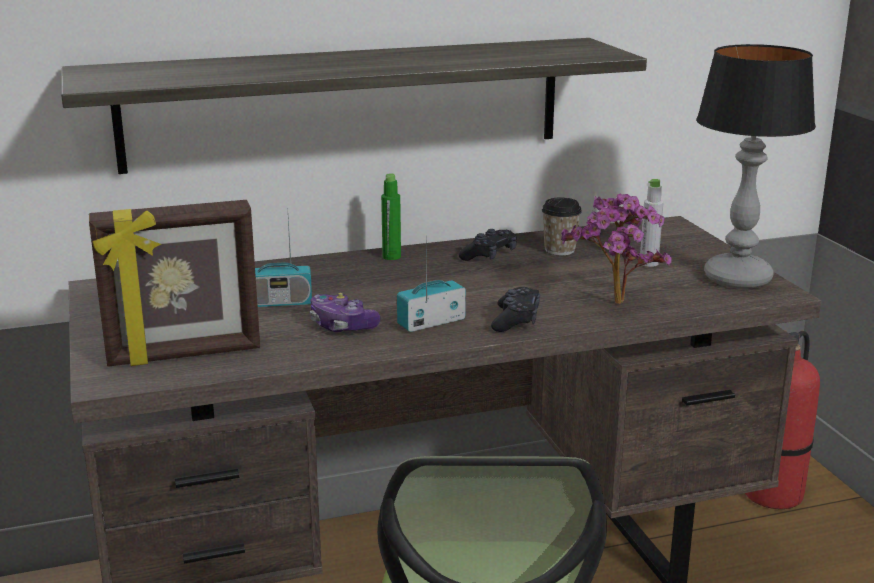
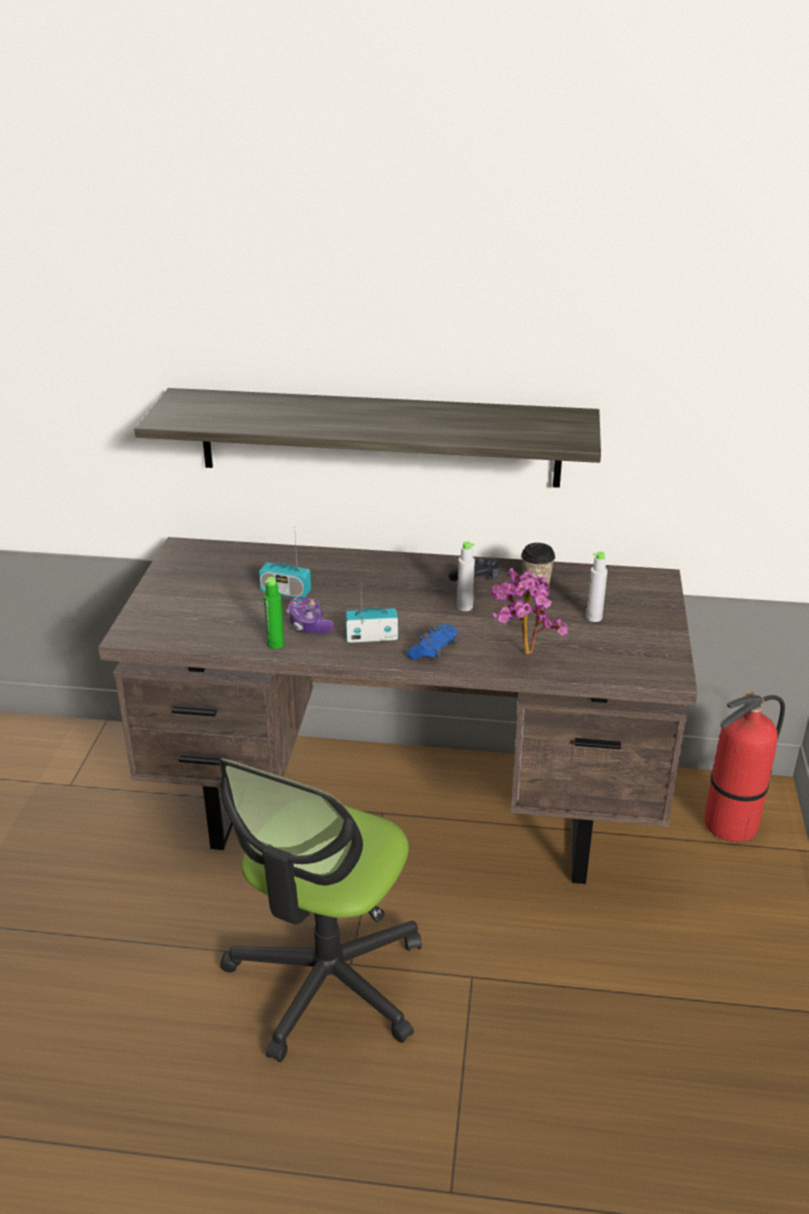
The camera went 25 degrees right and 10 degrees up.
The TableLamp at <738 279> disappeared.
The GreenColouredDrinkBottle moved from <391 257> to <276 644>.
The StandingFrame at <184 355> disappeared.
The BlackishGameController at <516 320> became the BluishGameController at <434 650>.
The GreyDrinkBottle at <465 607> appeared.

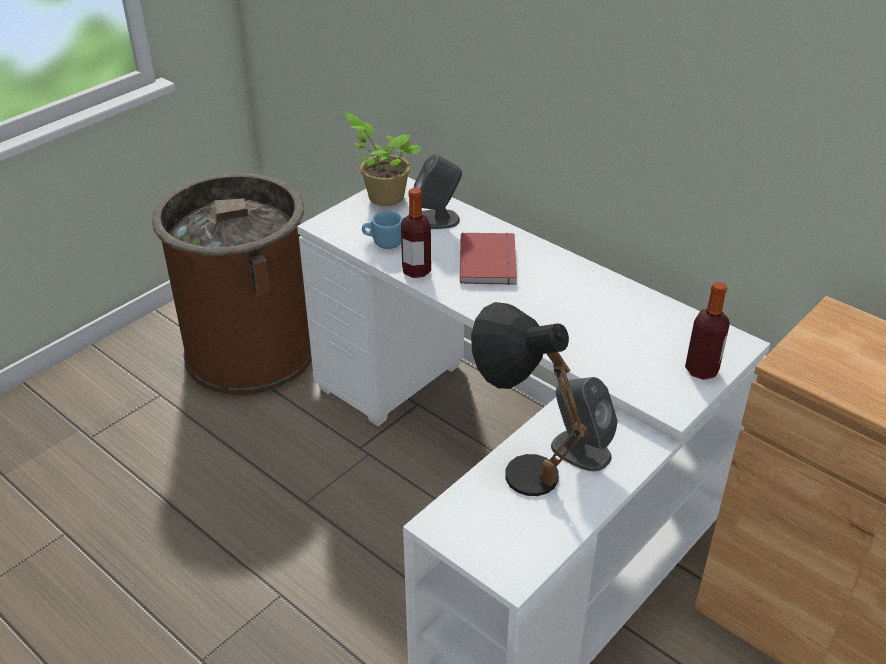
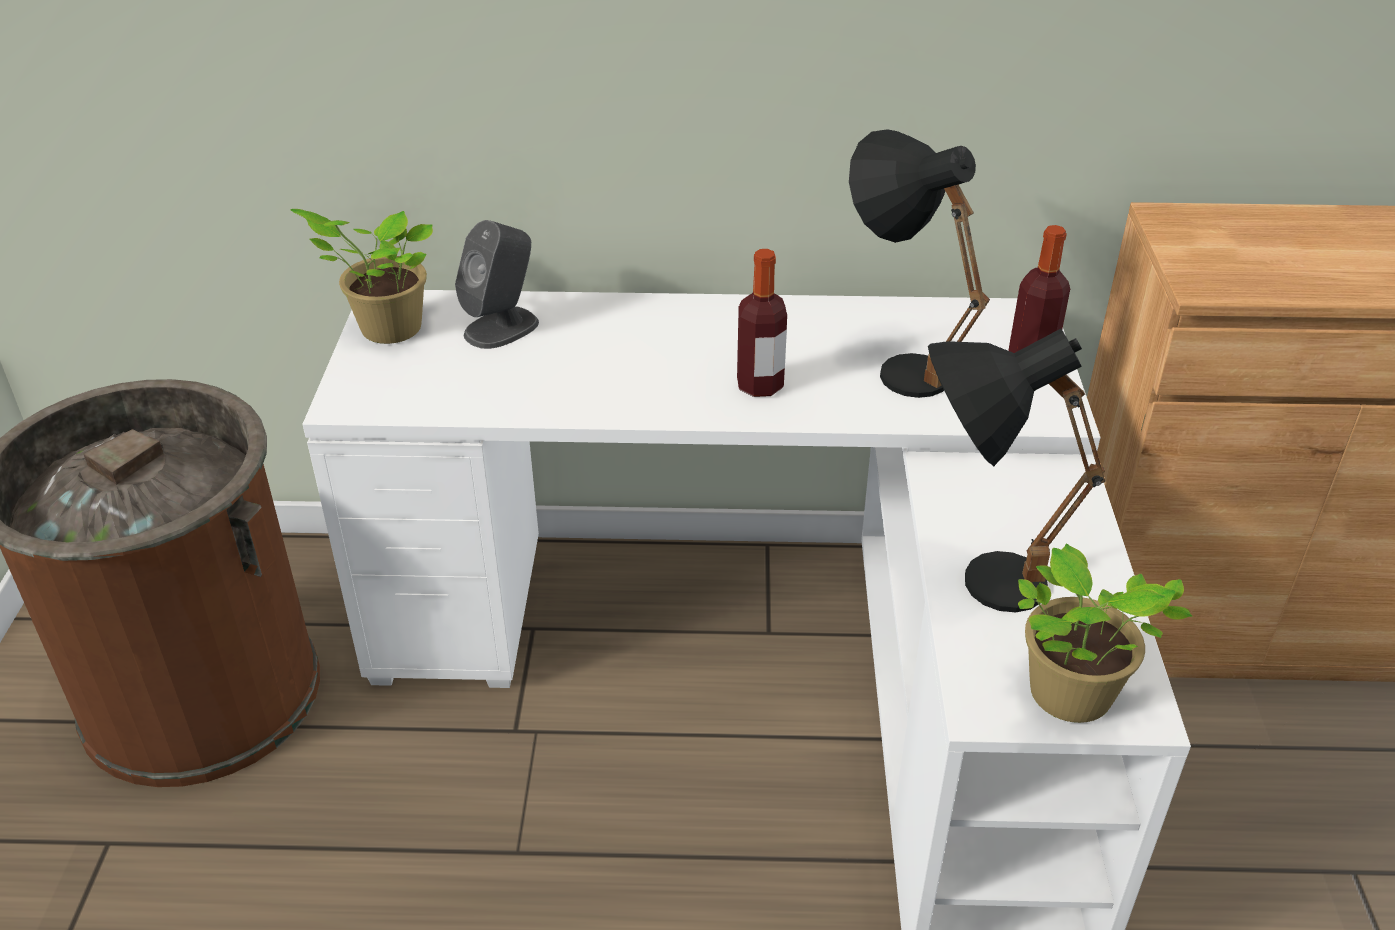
The camera went 40 degrees left and 0 degrees up.
The DrinkBottle moved from <416 271> to <760 385>.
The BluishMug at <383 242> disappeared.
The RedColouredBoundBook at <490 261> disappeared.
The GreyLoudspeaker at <580 450> disappeared.
The BlackishTableLamp at <897 364> appeared.
The PlantInAPot at <1069 698> appeared.

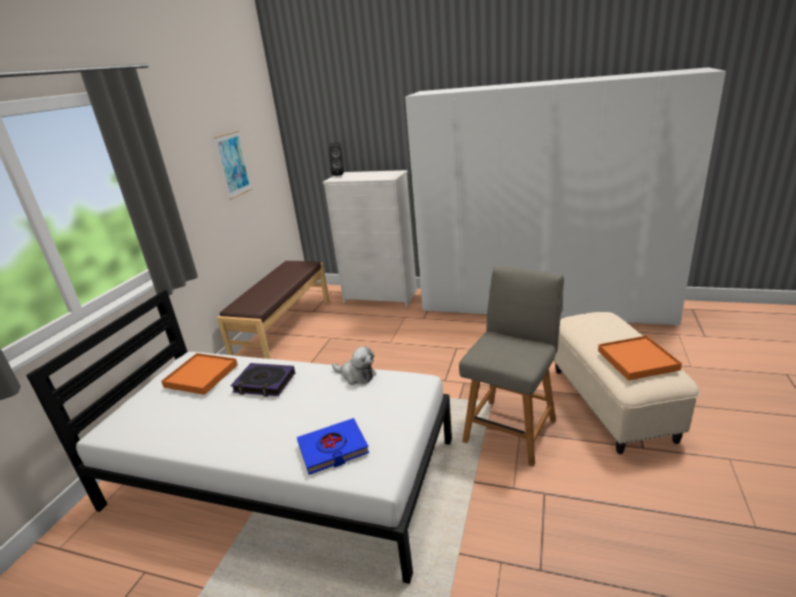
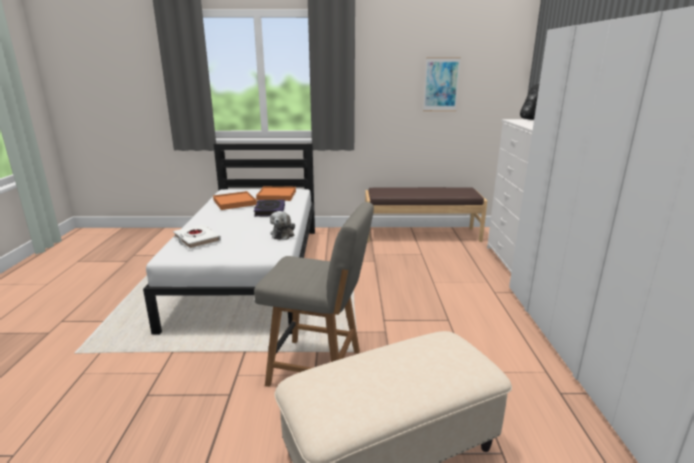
The camera went 70 degrees right and 5 degrees down.
The OrangeColouredServingTray moved from <637 360> to <234 202>.
The BluishBoundBook at <333 449> became the WhiteBoundBook at <196 240>.

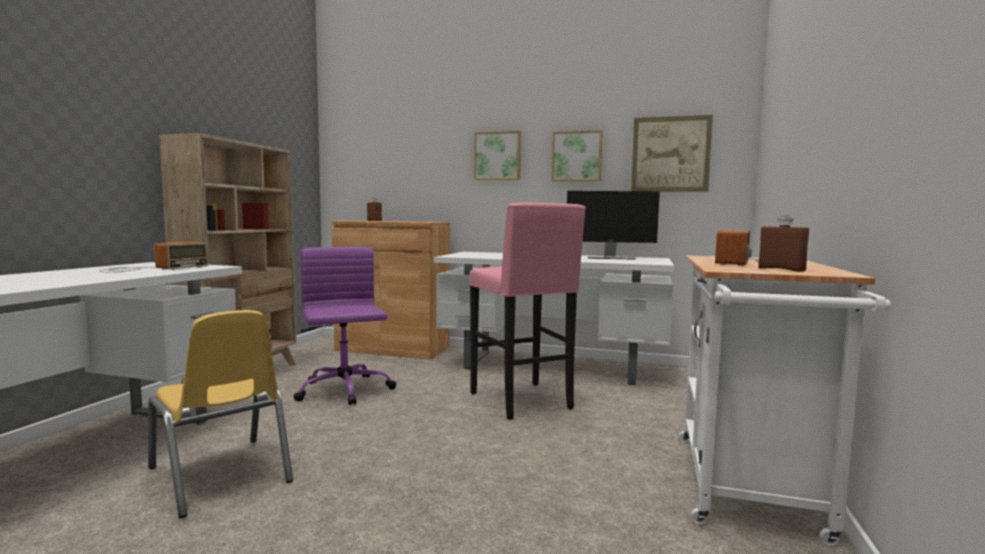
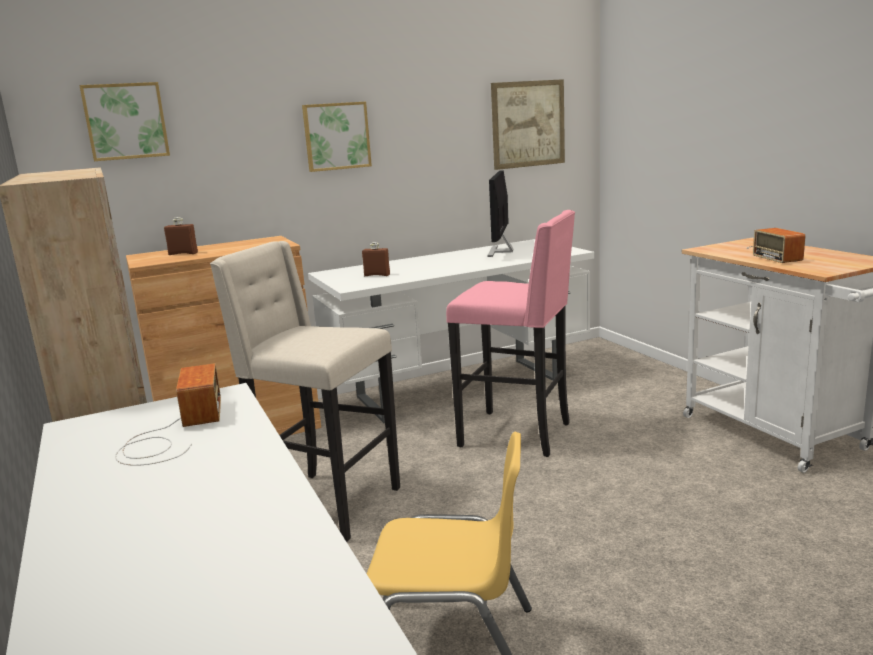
The camera went 40 degrees left and 10 degrees up.
The Picture moved from <577 156> to <125 121>.
The Monitor at <610 258> turned 135 degrees clockwise.
The BrownColouredDrinkBottle moved from <781 269> to <377 275>.
The PurpleOfficeChair at <344 390> was replaced by the BeigeColouredSittingStool at <326 504>.

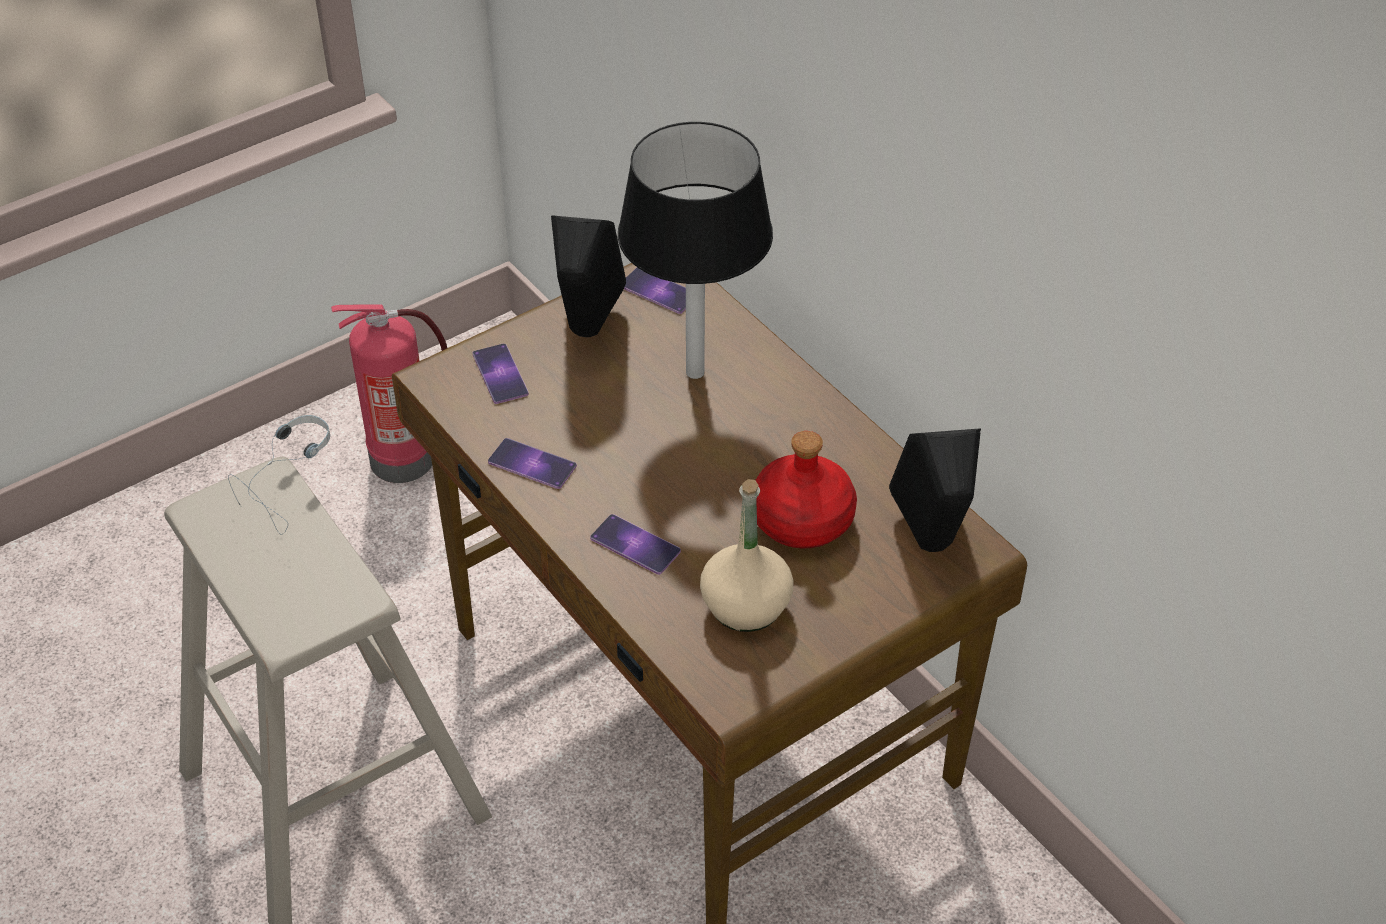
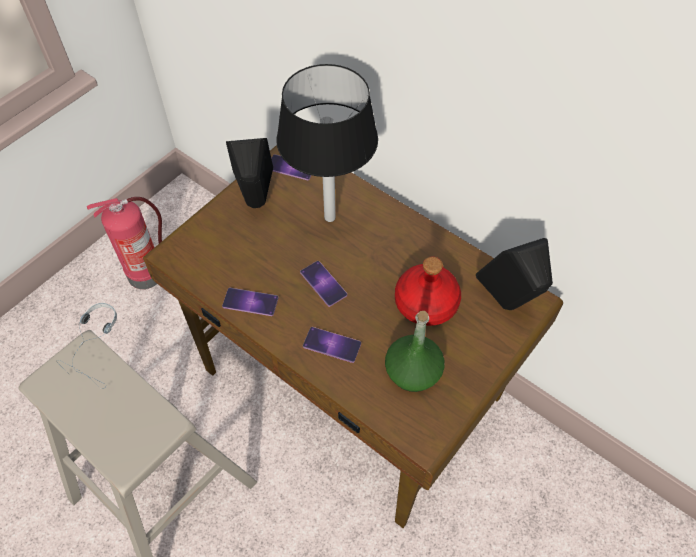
The camera went 15 degrees left and 10 degrees up.
The Telephone moved from <500 374> to <323 283>.
The BeigeColouredDrinkBottle at <746 606> became the GreenColouredDrinkBottle at <413 372>.

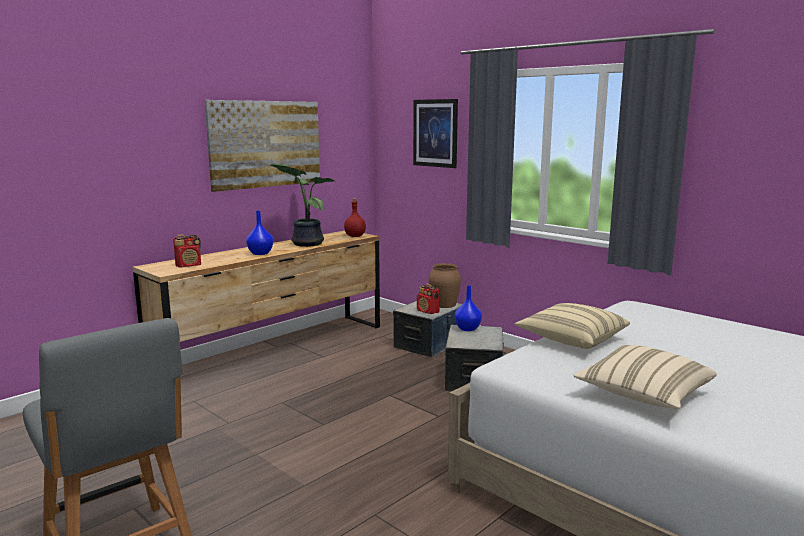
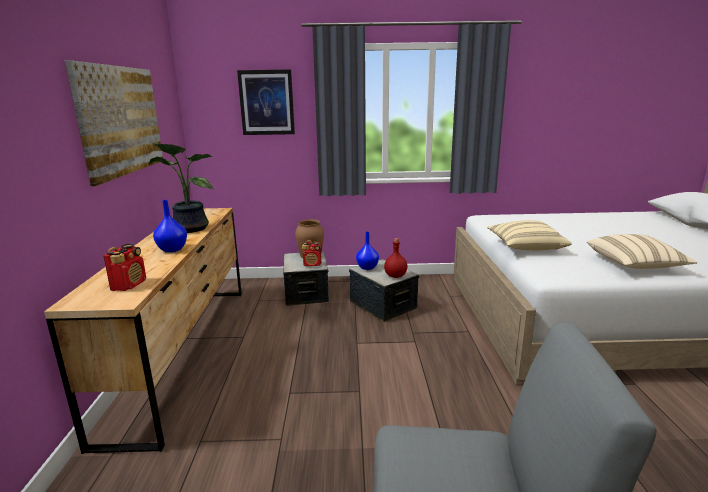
The camera went 45 degrees left and 5 degrees up.
The RedColouredDrinkBottle moved from <355 236> to <395 276>.

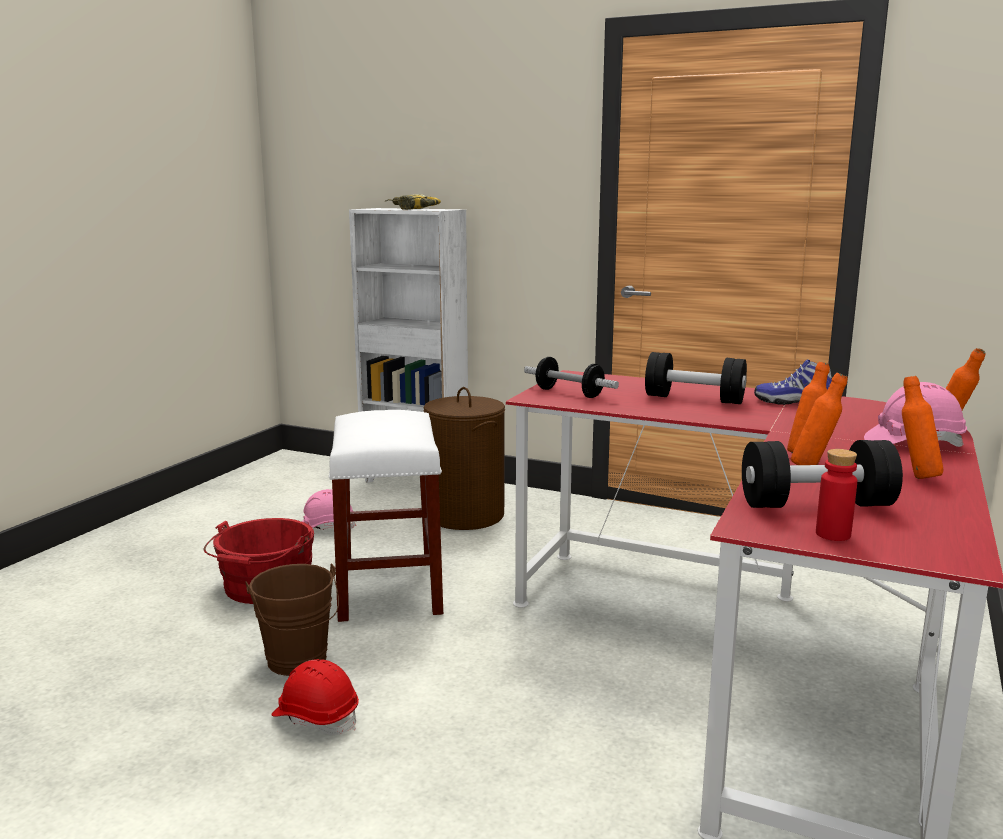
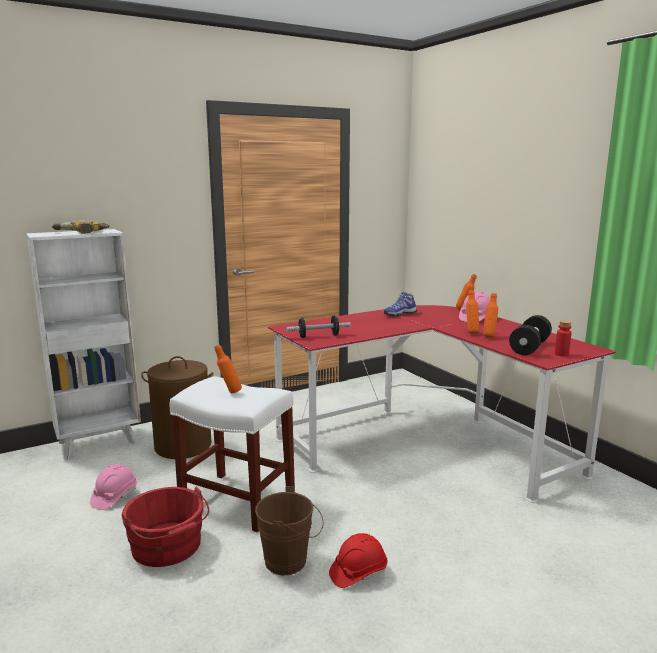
The camera went 55 degrees left and 0 degrees up.
The BlackishFreeWeight at <694 399> disappeared.
The OrangeColouredDrinkBottle moved from <915 476> to <229 392>.

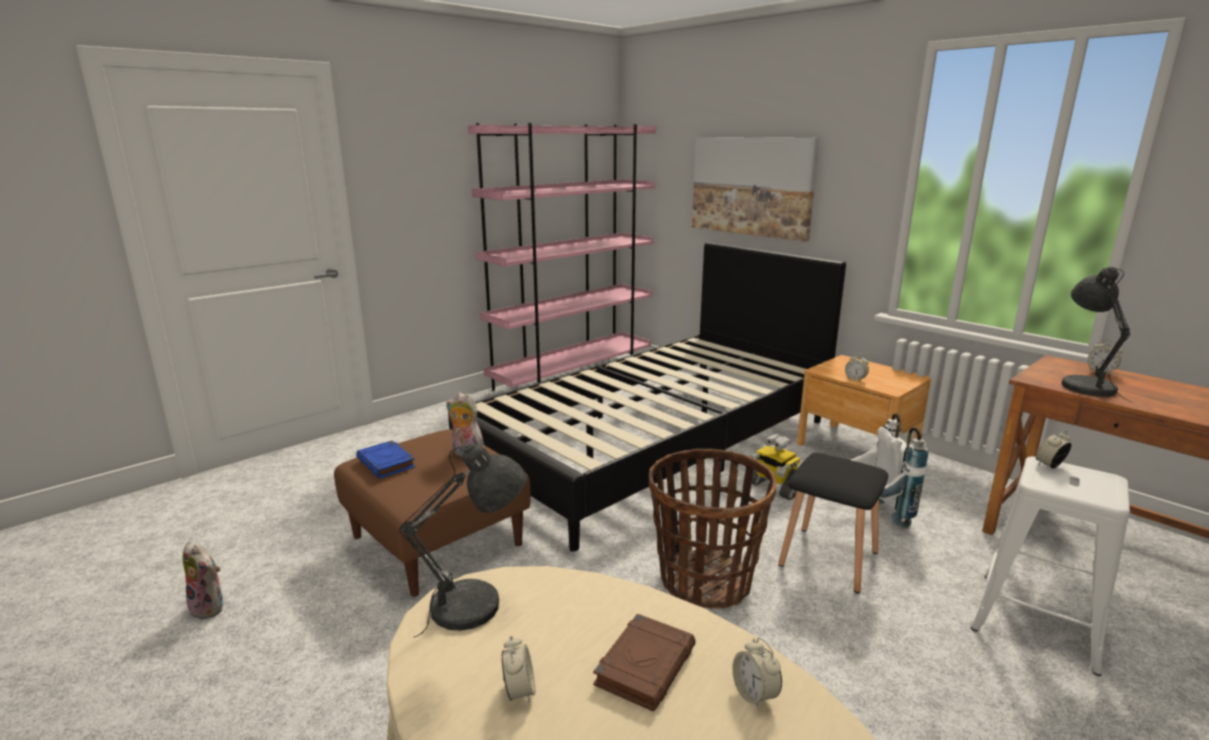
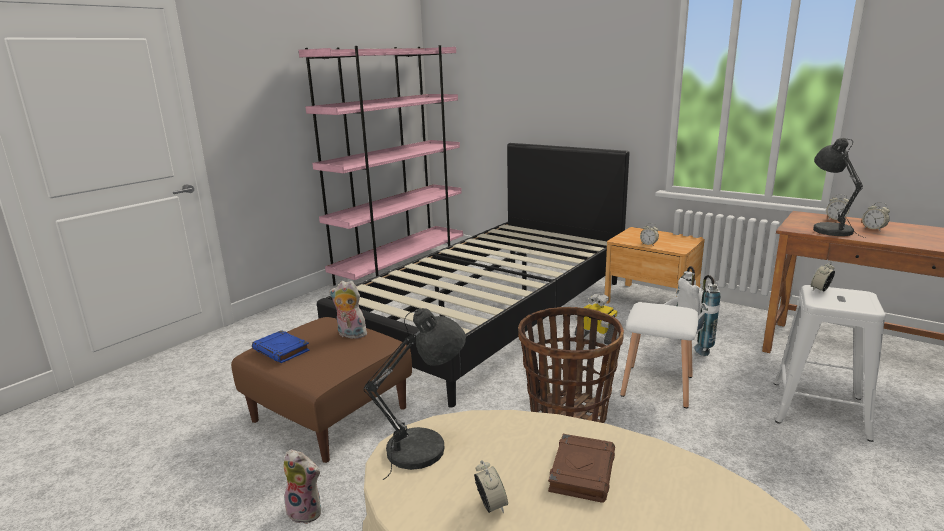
The camera went 10 degrees left and 0 degrees up.
The Picture at <752 186> disappeared.
The BlackishSittingStool at <829 559> became the WhiteSittingStool at <657 386>.
The PlushToy moved from <210 607> to <307 511>.
The AlarmClock moved from <754 694> to <873 229>.

